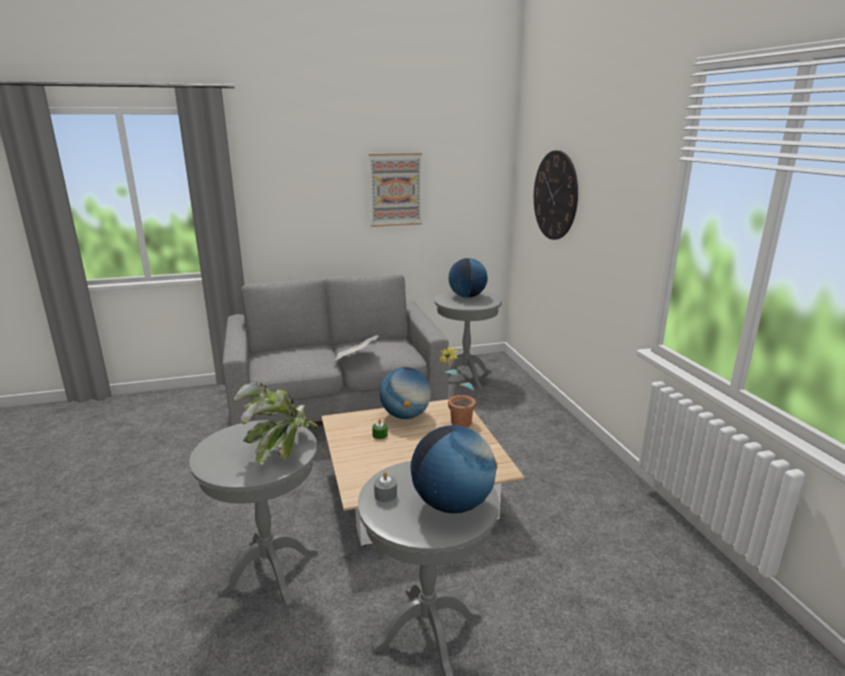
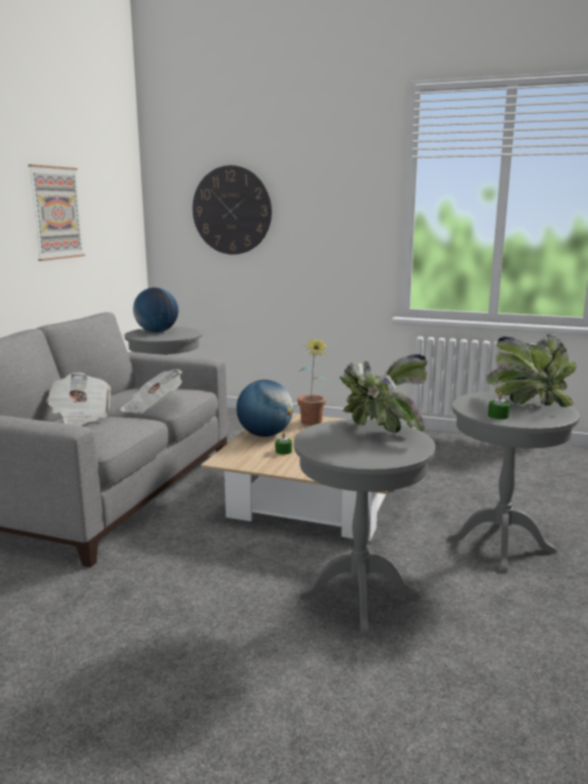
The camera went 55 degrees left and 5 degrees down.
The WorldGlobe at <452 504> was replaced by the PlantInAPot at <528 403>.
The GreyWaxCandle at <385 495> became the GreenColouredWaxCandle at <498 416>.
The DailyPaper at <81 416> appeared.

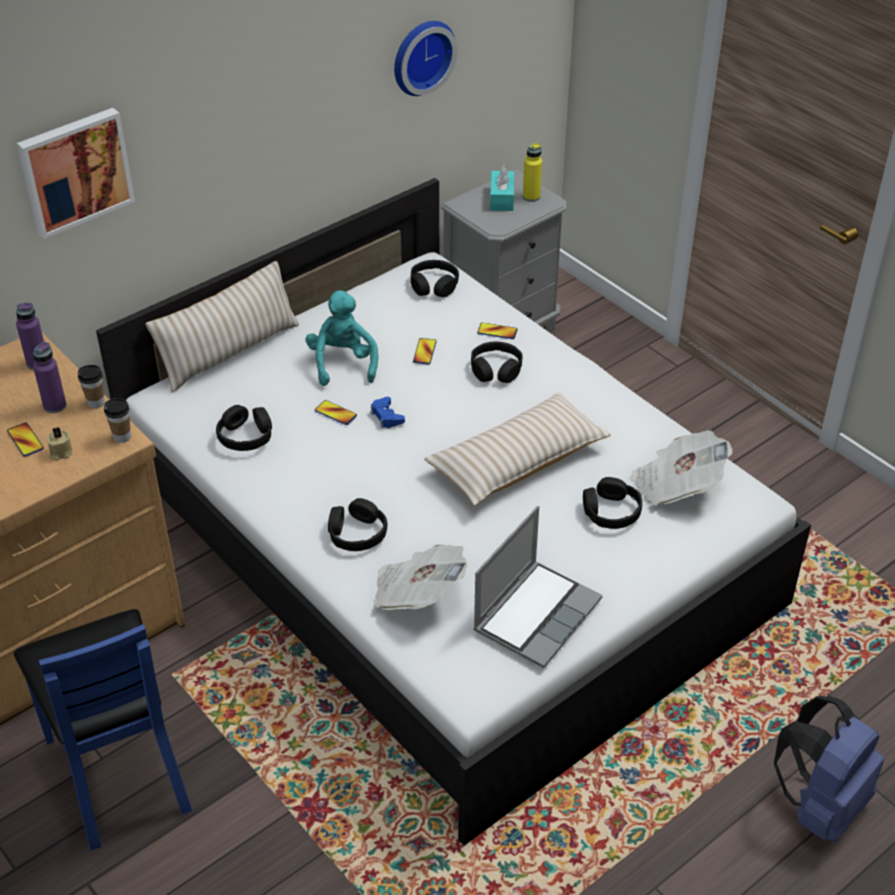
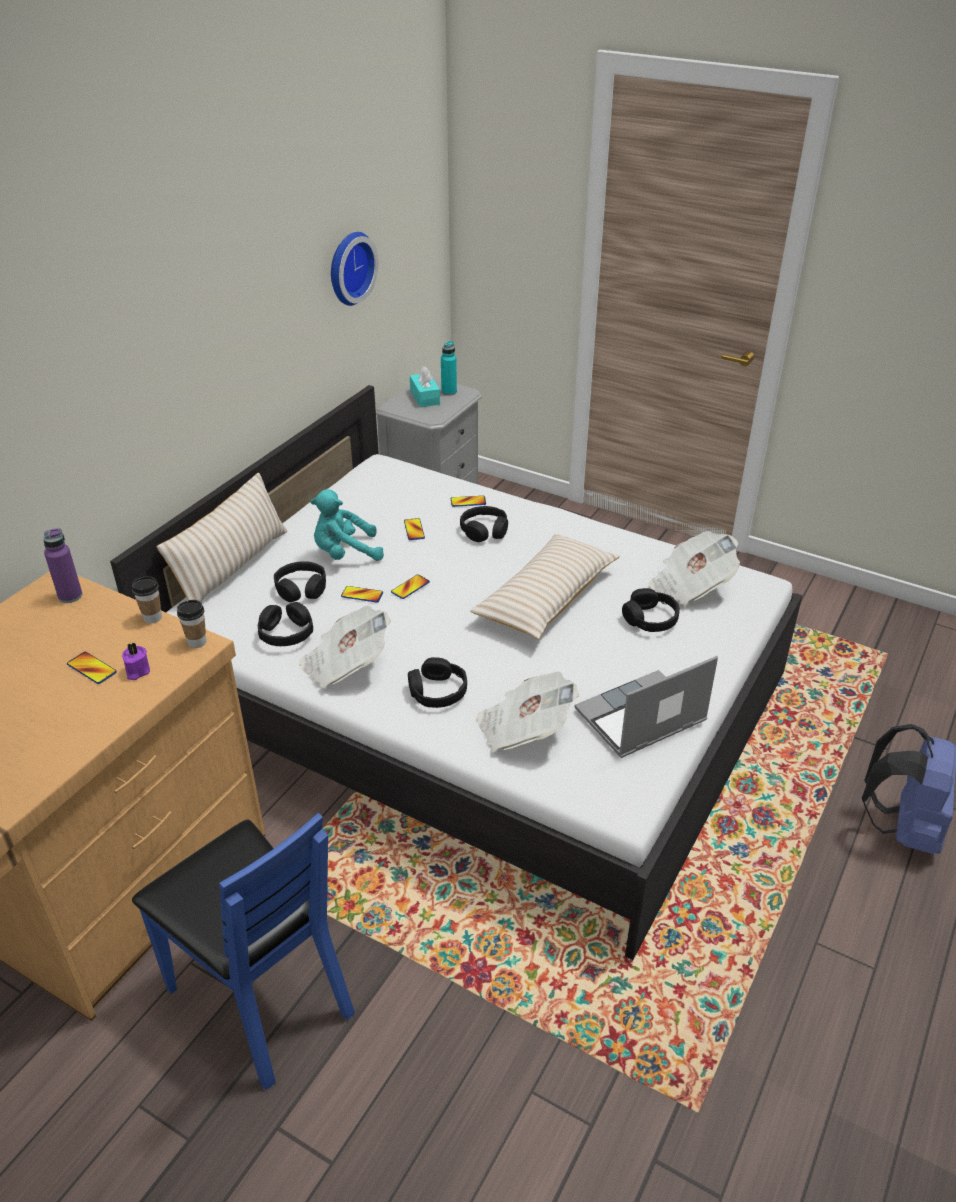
The camera went 20 degrees left and 5 degrees down.
The Picture at <74 170> disappeared.
The YellowDrinkBottle at <531 197> became the TurquoiseDrinkBottle at <449 392>.
The BlackishHeadset moved from <434 285> to <301 588>.
The TurquoisePlushToy at <343 363> turned 75 degrees counterclockwise.
The PurpleDrinkBottle at <55 406> disappeared.
The BluishGameController at <386 416> was replaced by the Telephone at <410 587>.
The BeigeColouredWaxCandle at <60 452> became the PurpleWaxCandle at <137 671>.
The NotebookComputer at <536 614> turned 135 degrees counterclockwise.
The DailyPaper at <345 665> appeared.

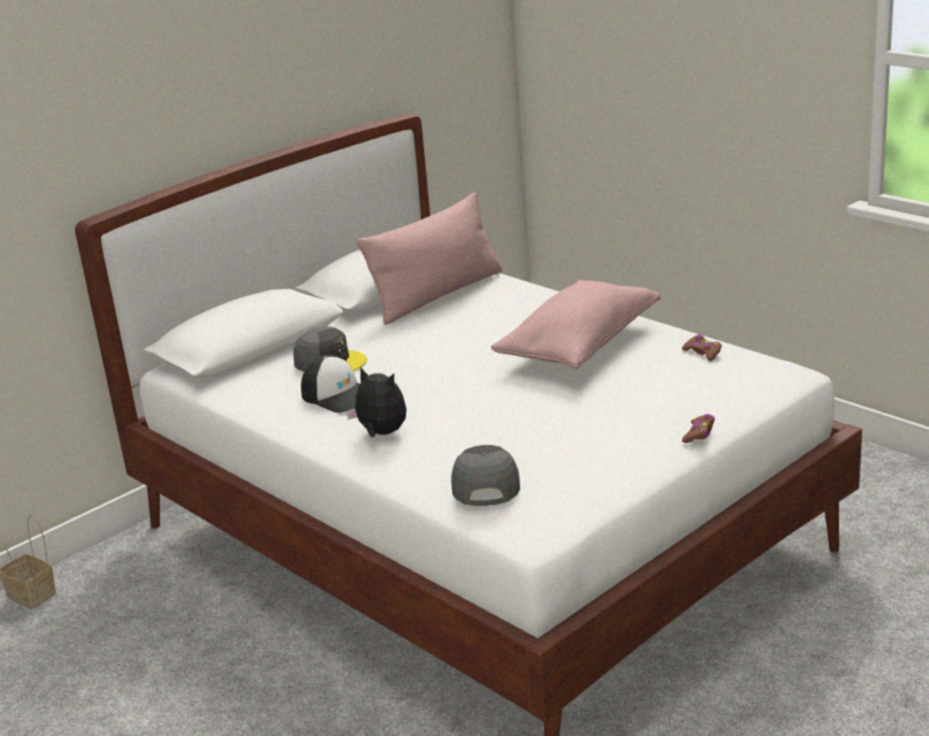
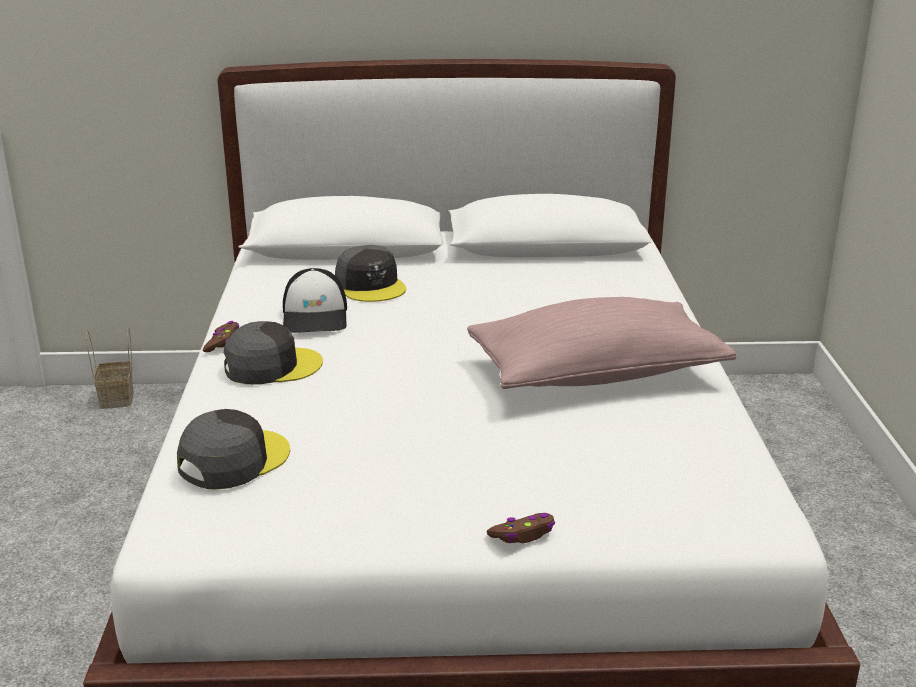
The camera went 40 degrees right and 0 degrees up.
The PinkColouredCushion at <437 295> disappeared.
The BrownColouredGameController moved from <703 353> to <222 342>.
The PlushToy at <381 433> was replaced by the GreyPeakedCap at <272 366>.

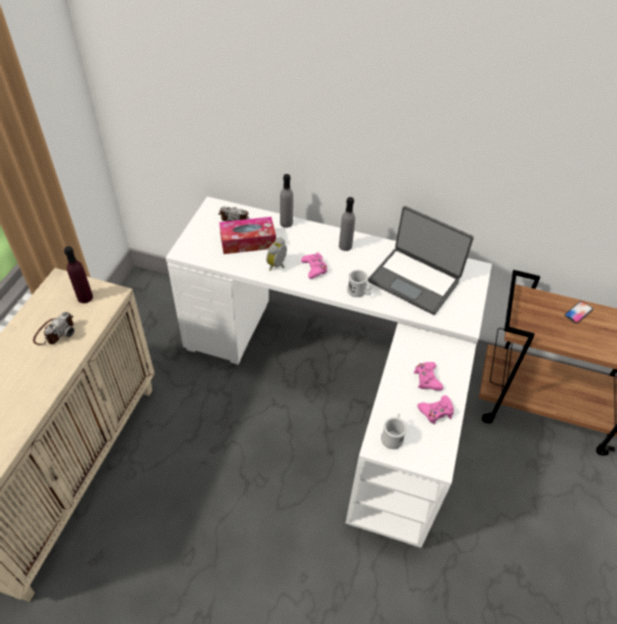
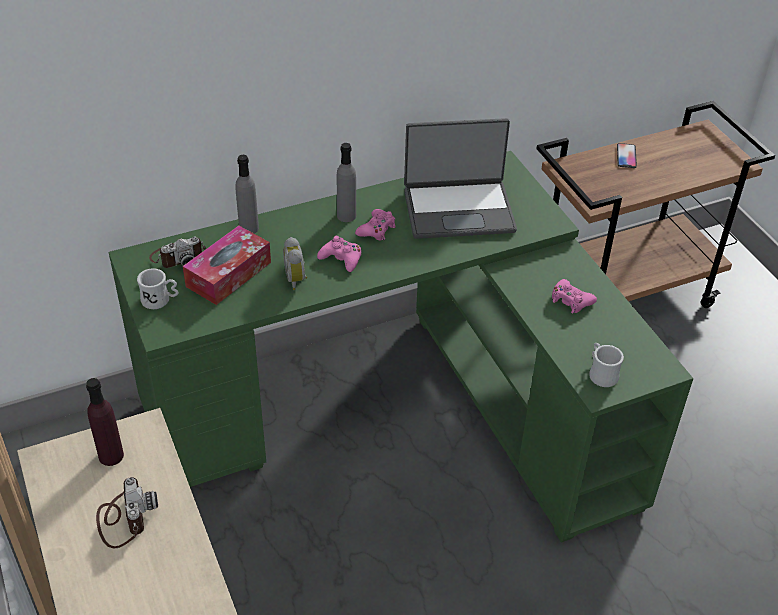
The camera went 40 degrees left and 5 degrees down.
The WhiteDesk at <340 382> became the GreenColouredDesk at <403 406>.
The WhiteMug moved from <359 292> to <160 300>.
The PinkColouredGameController moved from <436 412> to <376 230>.

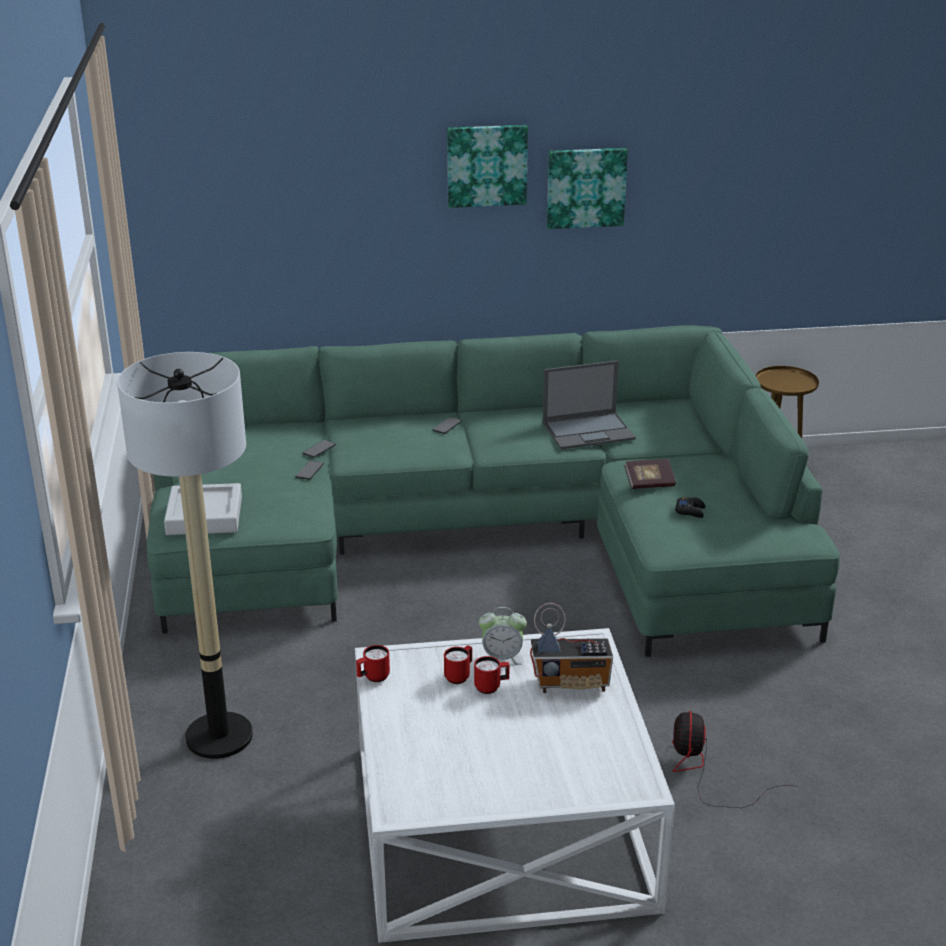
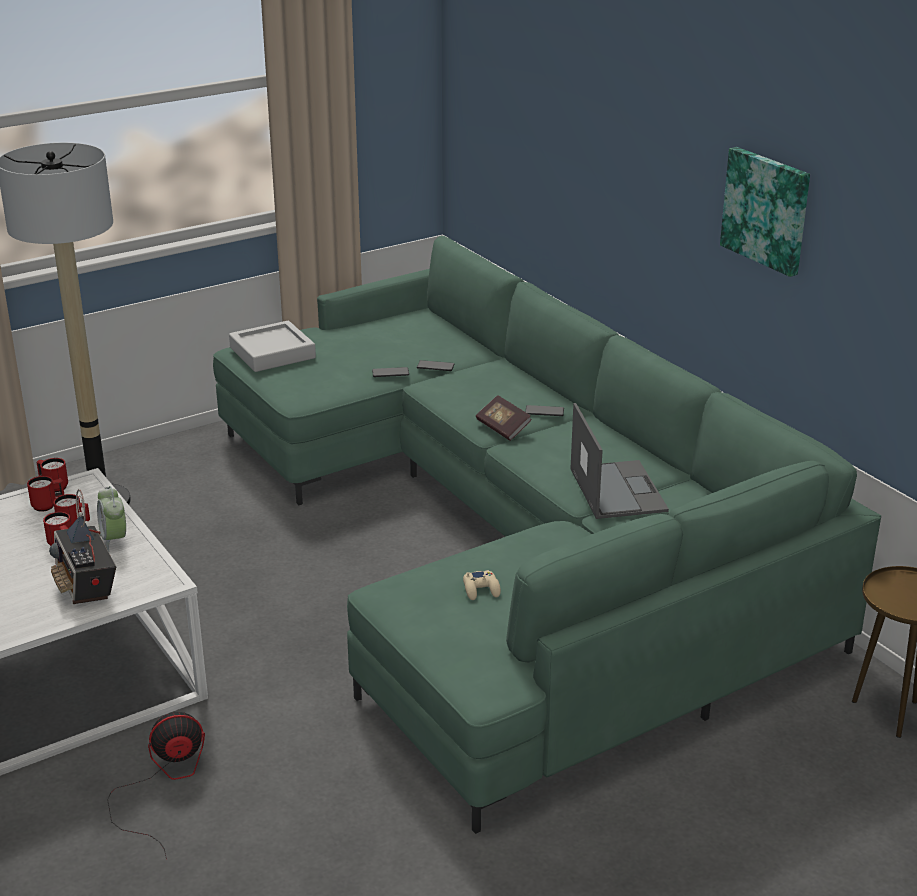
The camera went 65 degrees right and 0 degrees up.
The Picture at <486 165> disappeared.
The NotebookComputer at <589 431> turned 150 degrees counterclockwise.
The BoundBook moved from <649 483> to <503 428>.
The BlackishGameController at <690 511> became the BeigeColouredGameController at <481 589>.
The RedColouredMug at <48 505> appeared.

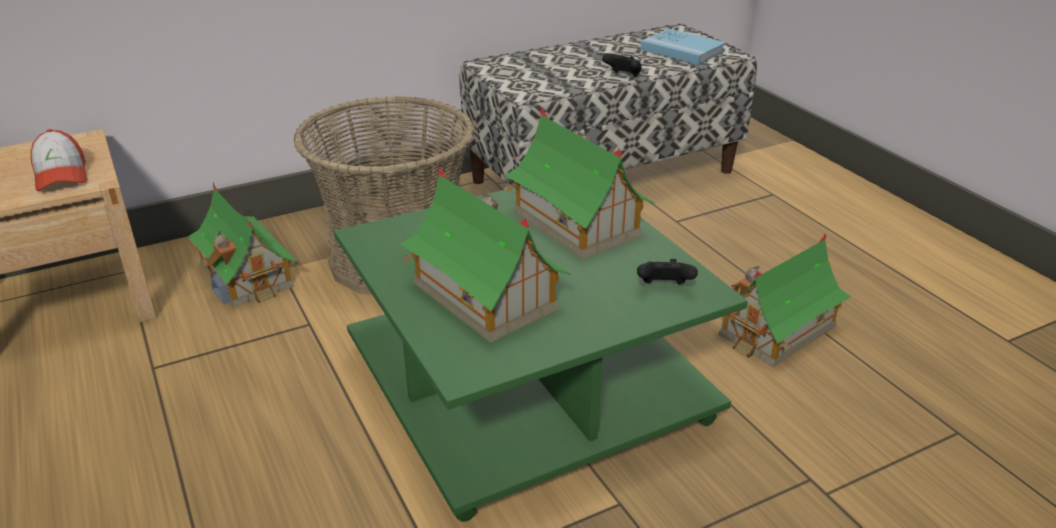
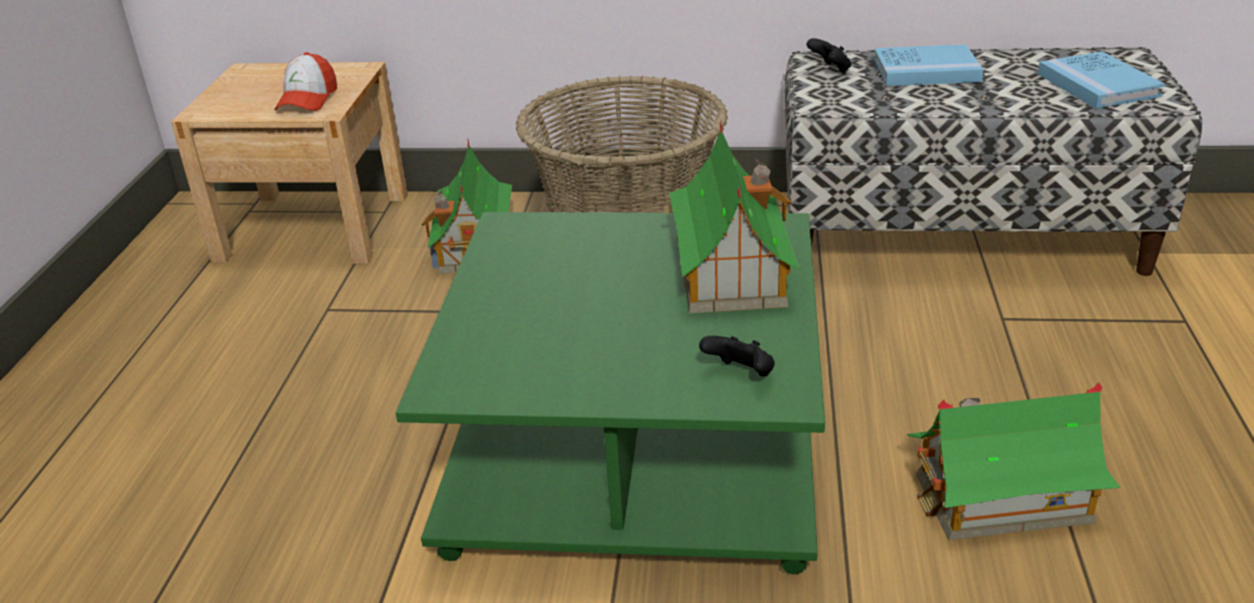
The camera went 35 degrees right and 0 degrees up.
The BlackishGameController moved from <623 76> to <830 70>.
The ModelHouse at <483 294> disappeared.
The BluishBoundBook at <926 70> appeared.

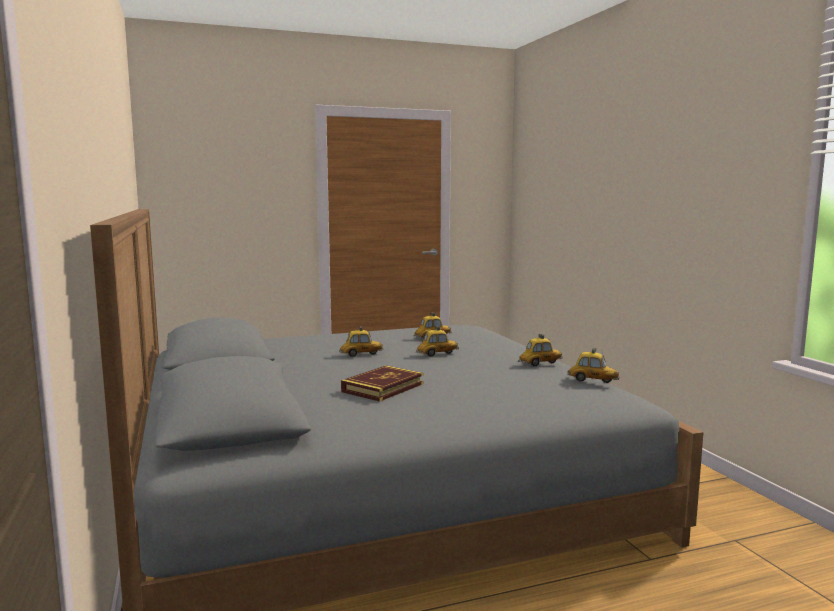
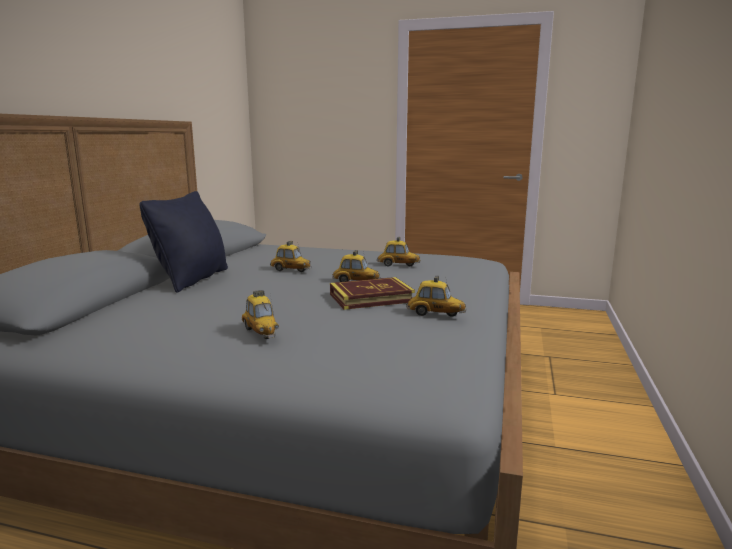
The camera went 35 degrees right and 5 degrees up.
The ModelCar moved from <592 381> to <261 332>.
The BoundBook moved from <383 388> to <371 298>.
The BlackishCushion at <192 279> appeared.

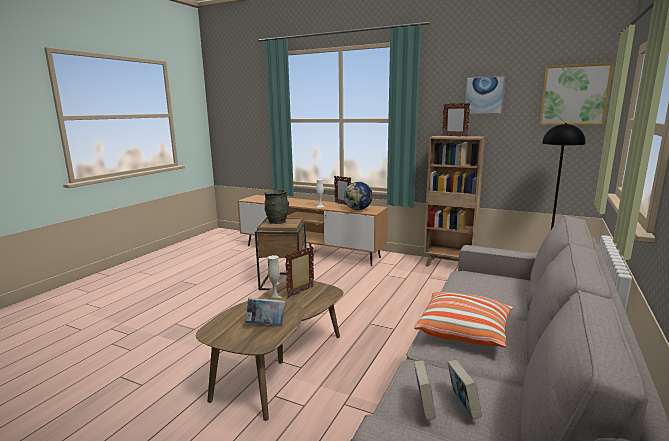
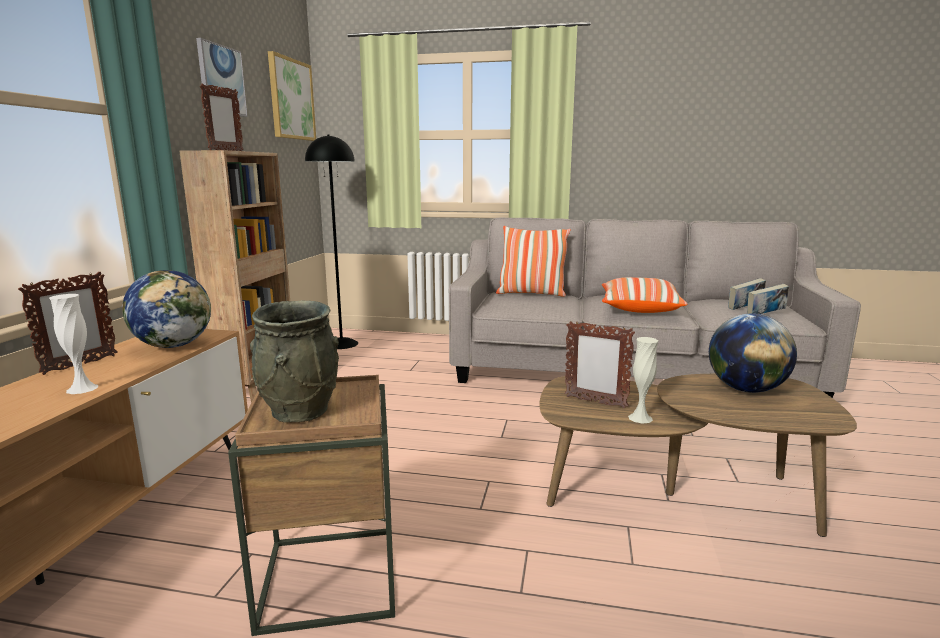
The camera went 105 degrees left and 0 degrees up.
The BoundBook at <266 324> was replaced by the WorldGlobe at <746 389>.
The Cushion at <531 294> appeared.

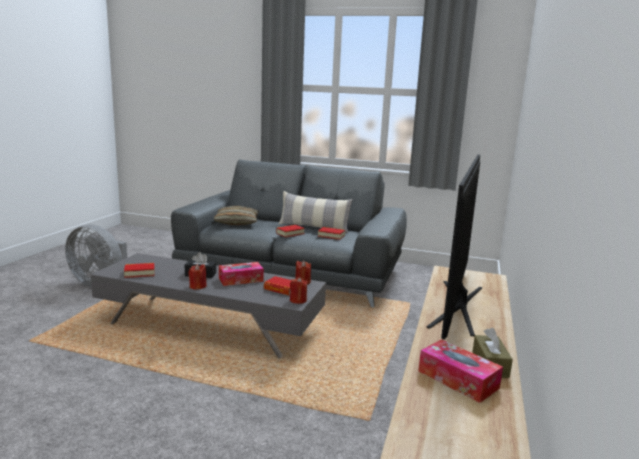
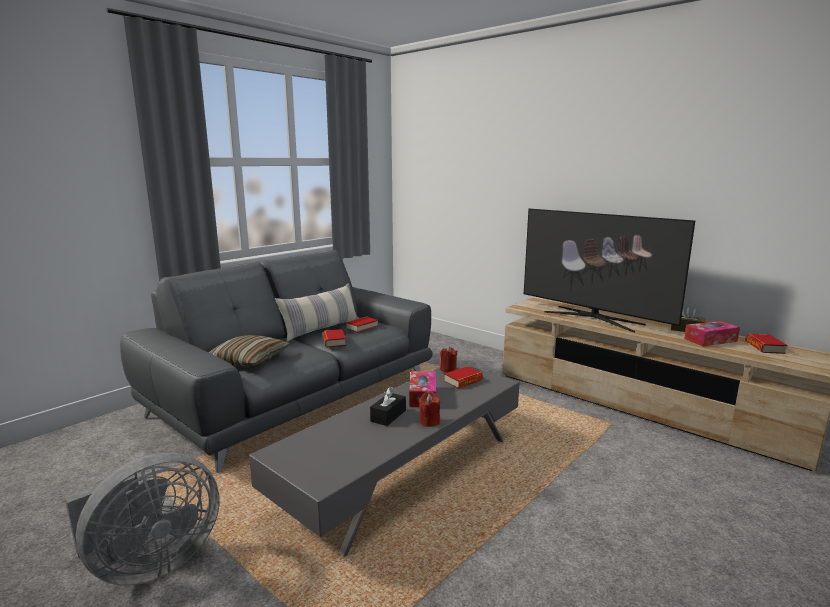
The camera went 65 degrees left and 0 degrees up.
The BoundBook moved from <139 273> to <764 347>.
The RedColouredWaxCandle at <298 300> disappeared.

